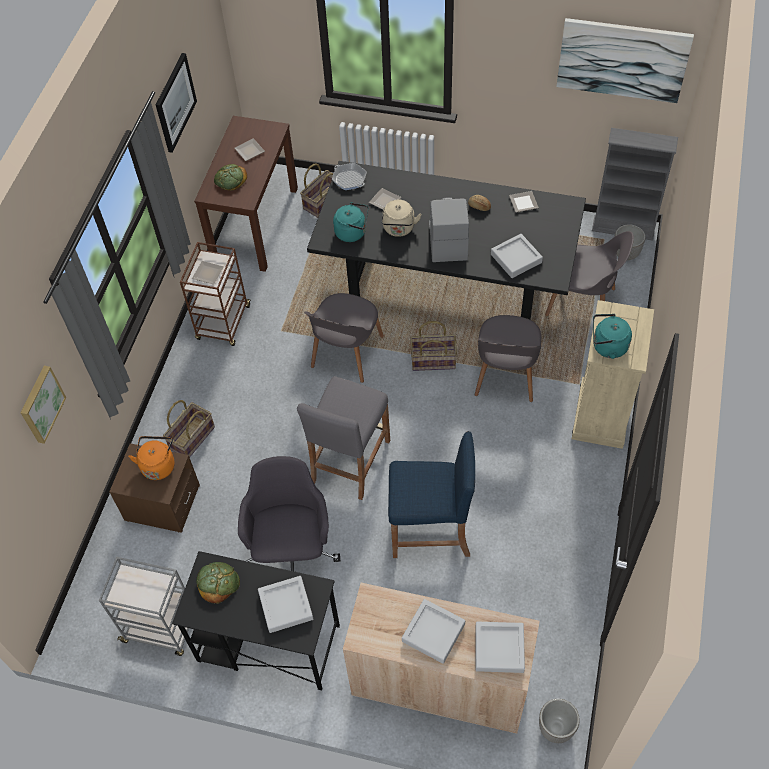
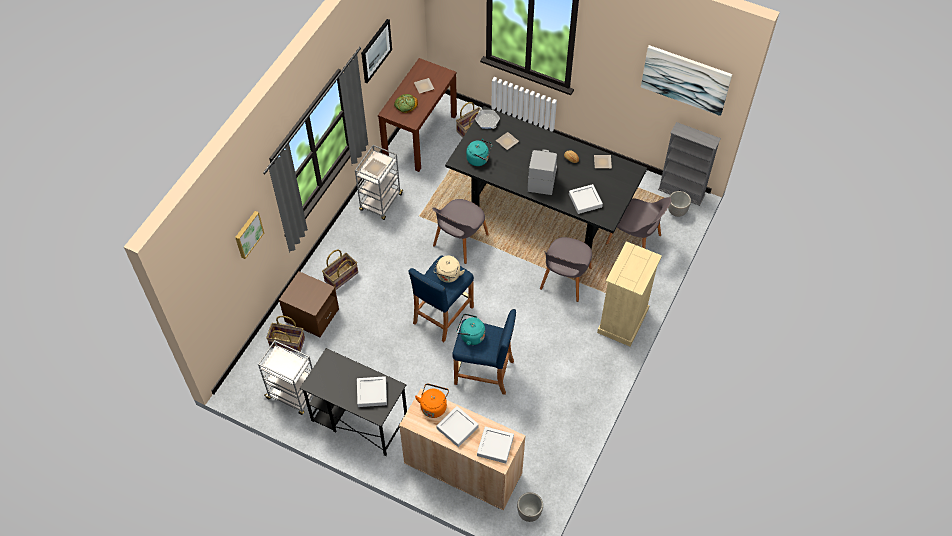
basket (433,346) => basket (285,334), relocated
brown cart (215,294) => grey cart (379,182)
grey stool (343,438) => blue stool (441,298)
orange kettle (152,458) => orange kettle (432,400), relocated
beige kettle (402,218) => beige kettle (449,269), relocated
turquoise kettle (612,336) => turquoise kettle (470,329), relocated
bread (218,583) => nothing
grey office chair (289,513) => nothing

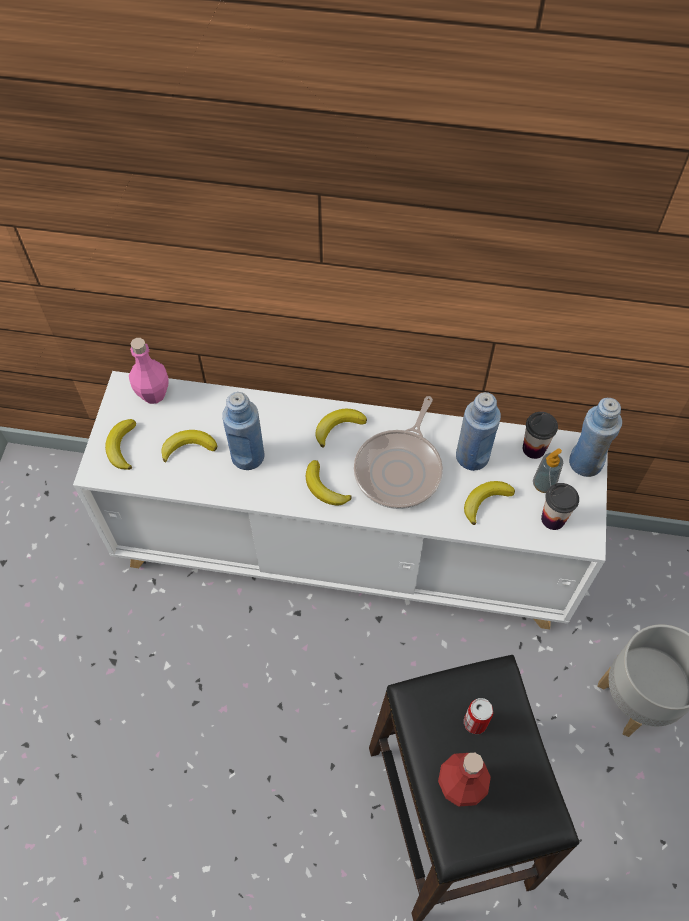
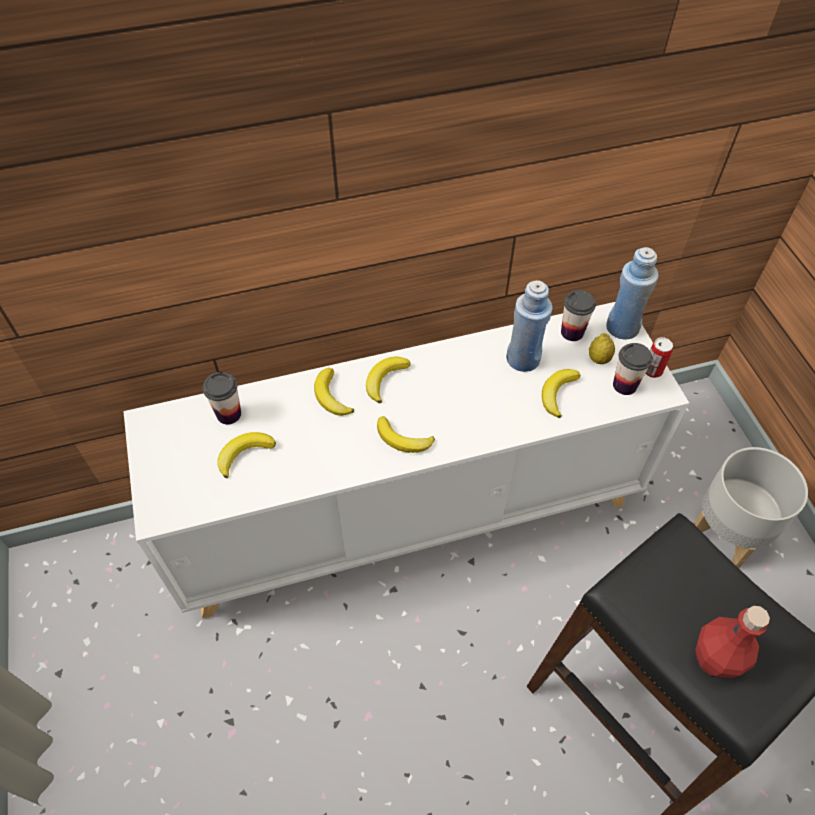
nothing => cup (222,398)
banana (120,444) => banana (334,391), relocated
soap dispenser (548,470) => lemon (602,348)
can (478,716) => can (659,357), relocated
pink bottle (148,371) => nothing
blue bottle (243,431) => nothing
frying pan (398,452) => nothing

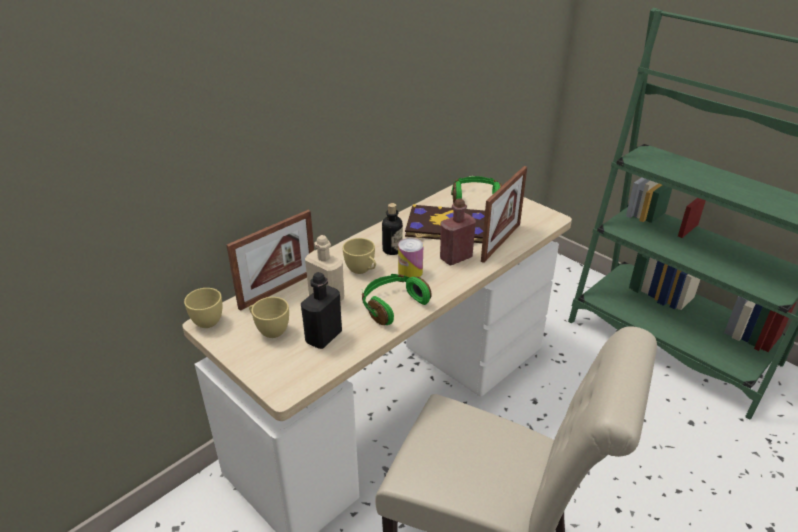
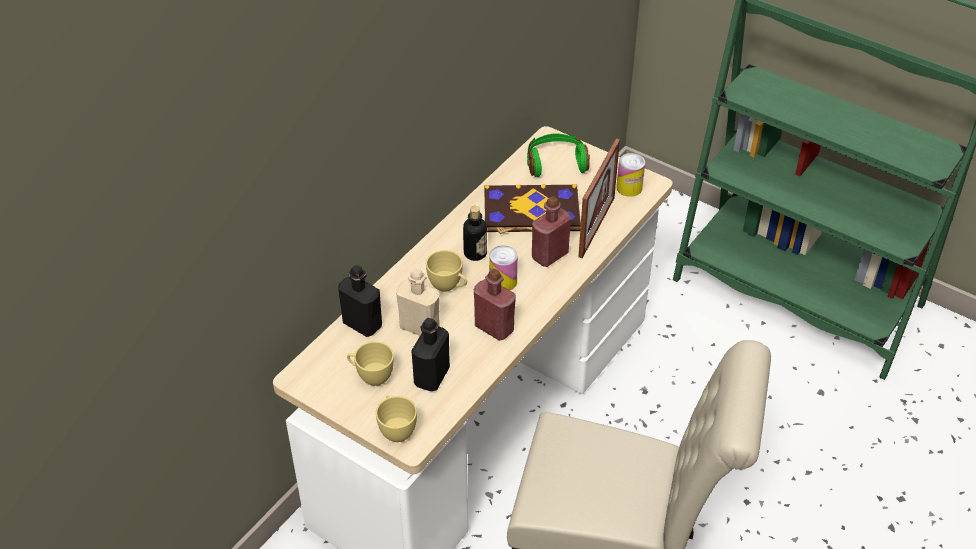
picture frame (270,260) => black bottle (360,301)
yellow cup (203,308) => yellow cup (396,419), relocated
green headphones (397,299) => red bottle (495,305)
nothing => can (630,175)

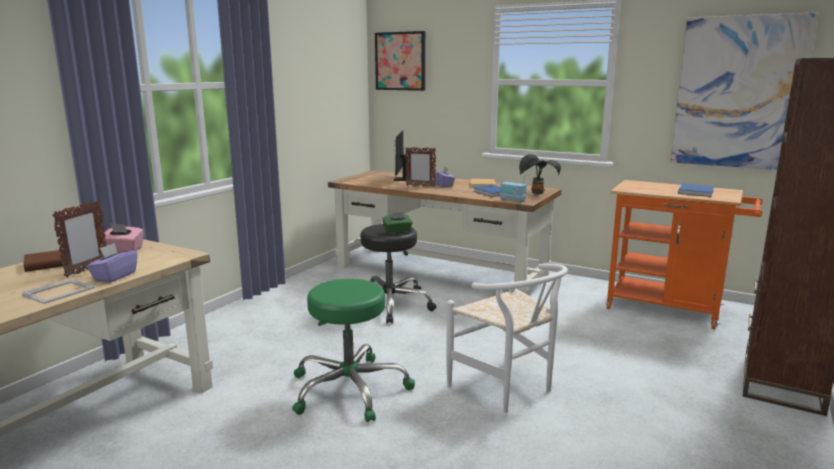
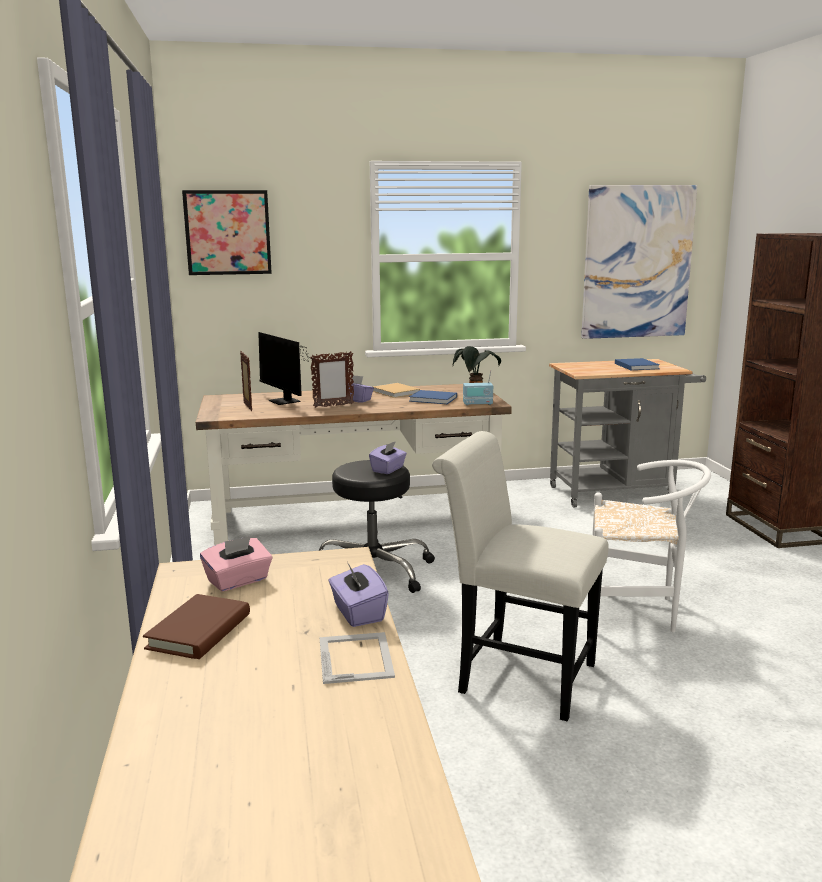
picture frame (79,239) => picture frame (246,381), relocated
green tissue box (397,223) => purple tissue box (388,457)
green stool (353,350) => white chair (520,576)
orange cart (684,254) => grey cart (627,433)

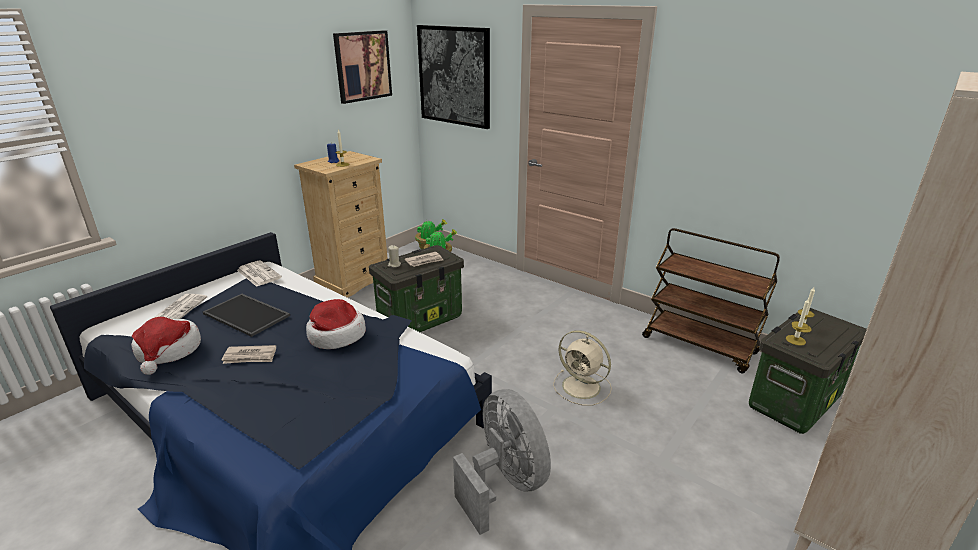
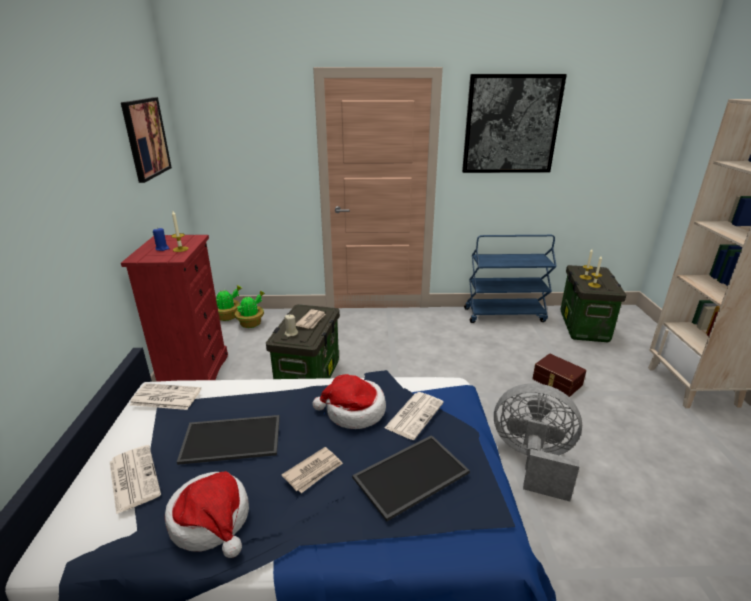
beige dresser (341,224) => red dresser (174,308)
nothing => tray (411,478)
nothing => newspaper (414,416)
picture (453,77) => picture (514,123), relocated
brown cart (711,300) => blue cart (510,279)
nothing => brown storage box (559,375)
beige fan (582,368) => nothing

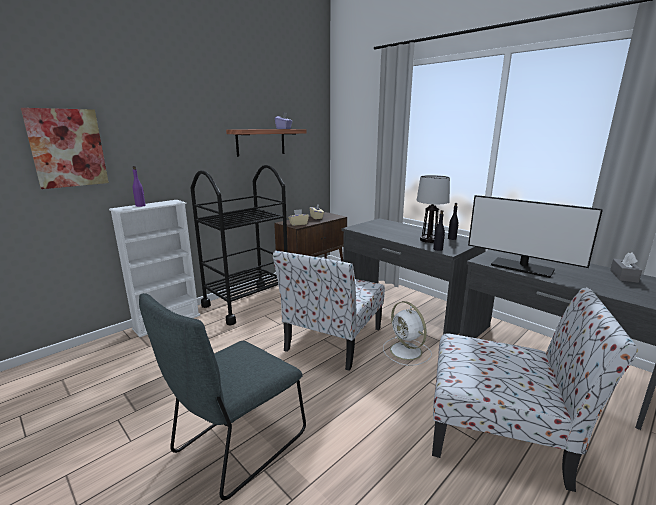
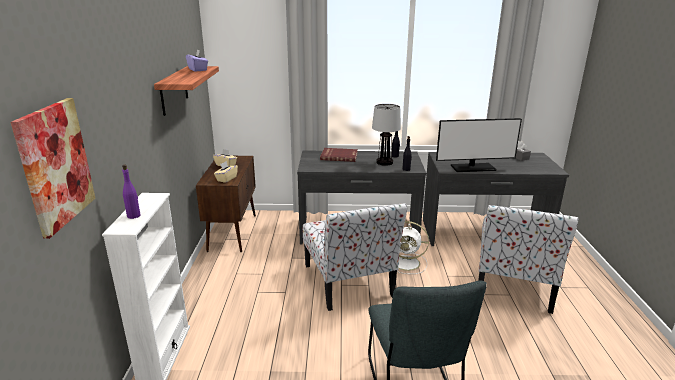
nothing => red book (339,155)
chair (535,390) => chair (528,259), 135 degrees clockwise
black cart (239,245) => nothing

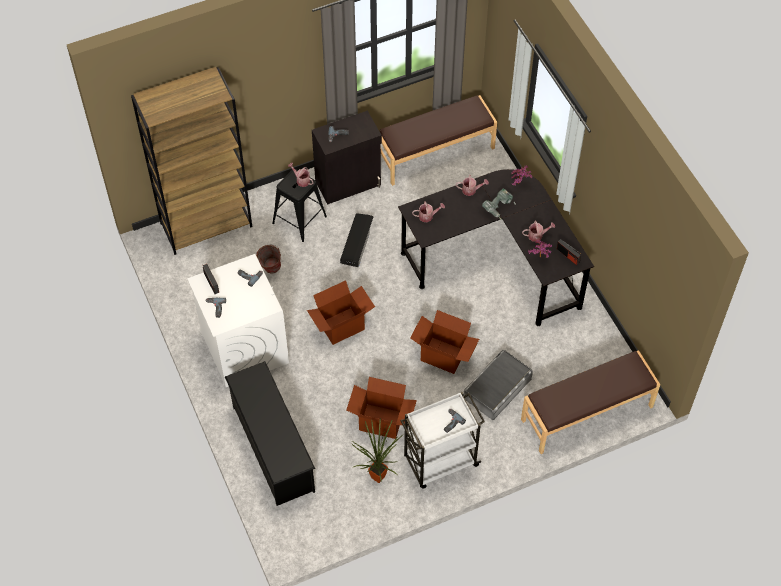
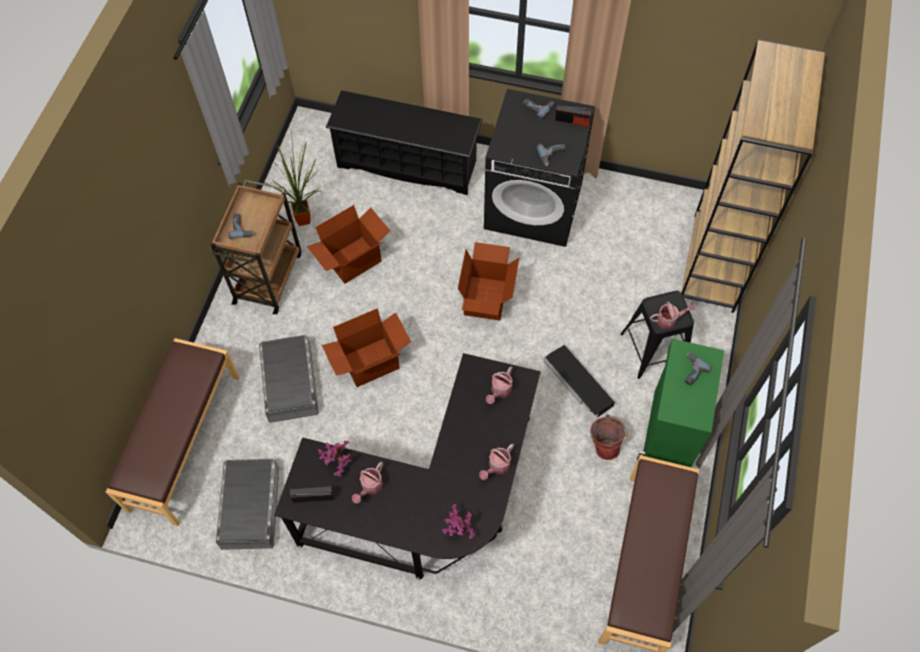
white cart (442,440) => brown cart (255,247)
nothing => grey storage box (247,504)
white washing machine (238,320) => black washing machine (539,168)
bucket (268,259) => bucket (609,437), relocated
black cabinet (347,158) => green cabinet (680,403)
power drill (499,204) => nothing

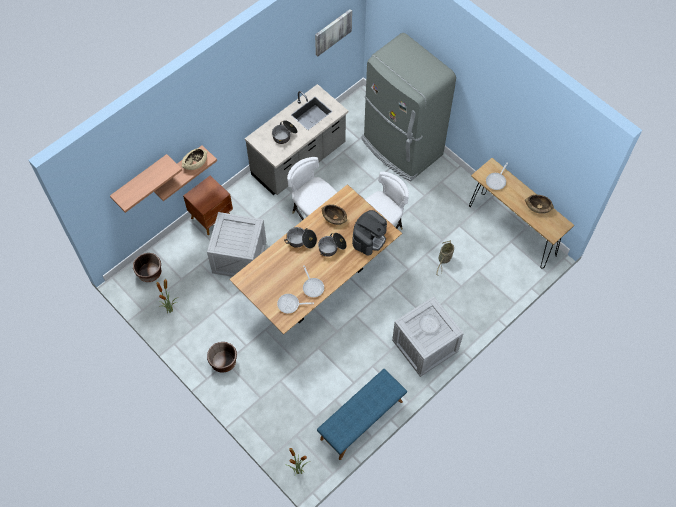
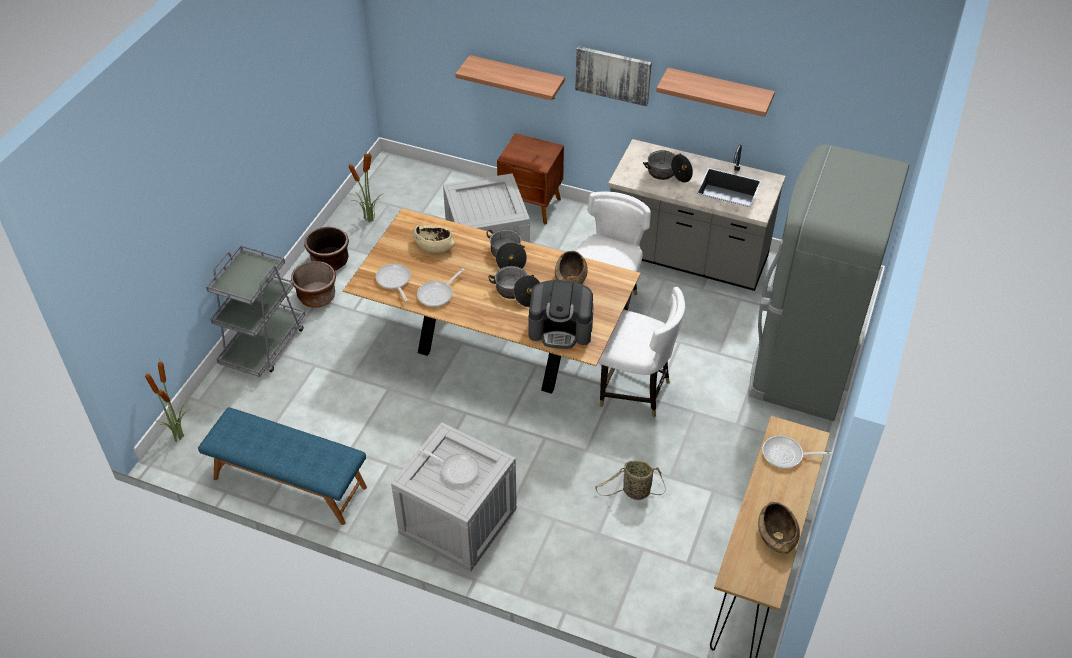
nothing => grey cart (255,311)
brown planter (147,267) => brown planter (326,248), relocated
beige bowl (194,159) => beige bowl (433,239), relocated
picture (333,32) => picture (613,76), relocated
shelf (146,183) => shelf (715,92), relocated

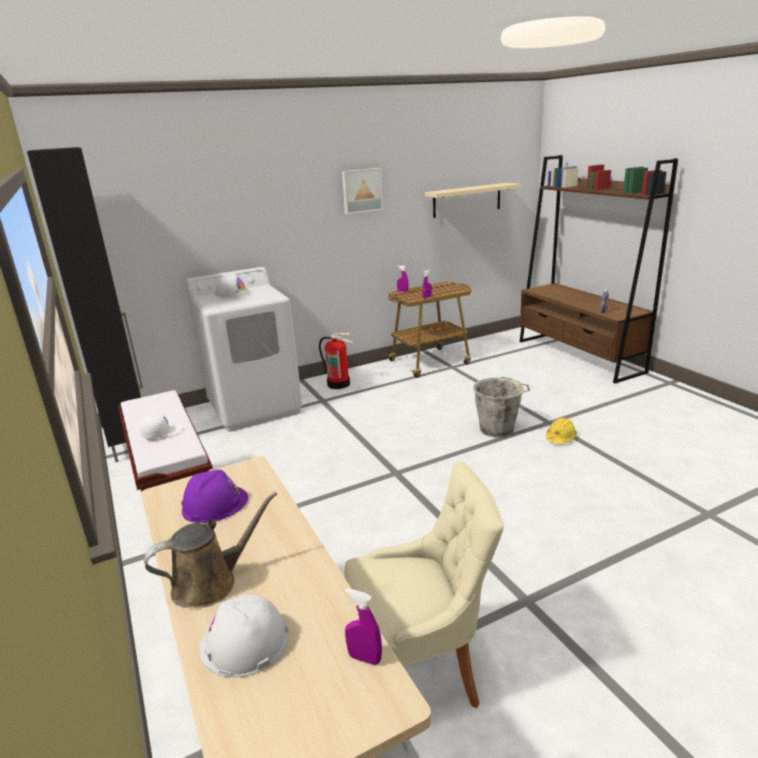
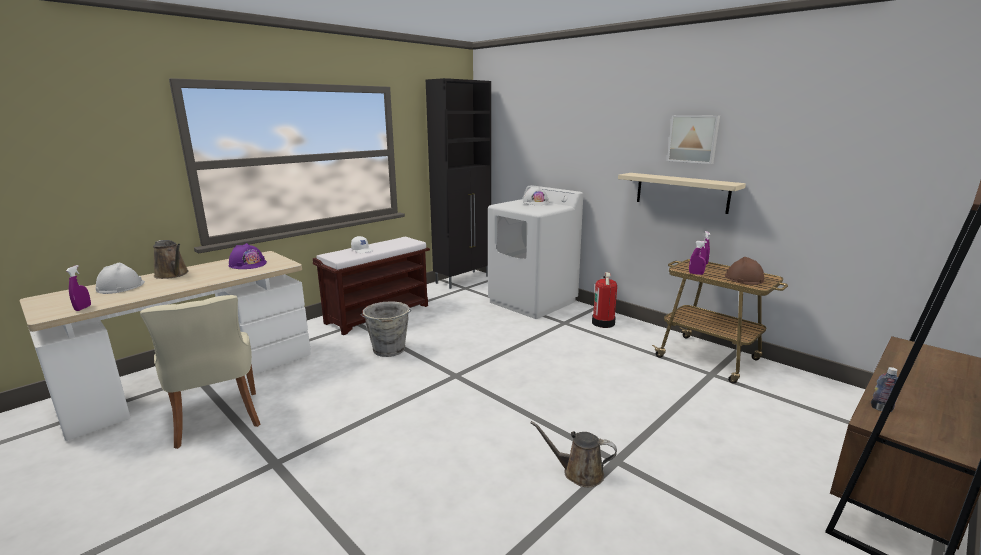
grey bucket (501,407) => grey bucket (386,329), relocated
yellow hard hat (561,431) => brown watering can (574,454)
beige shelf (473,200) => beige shelf (682,193), relocated
nothing => brown hard hat (744,271)

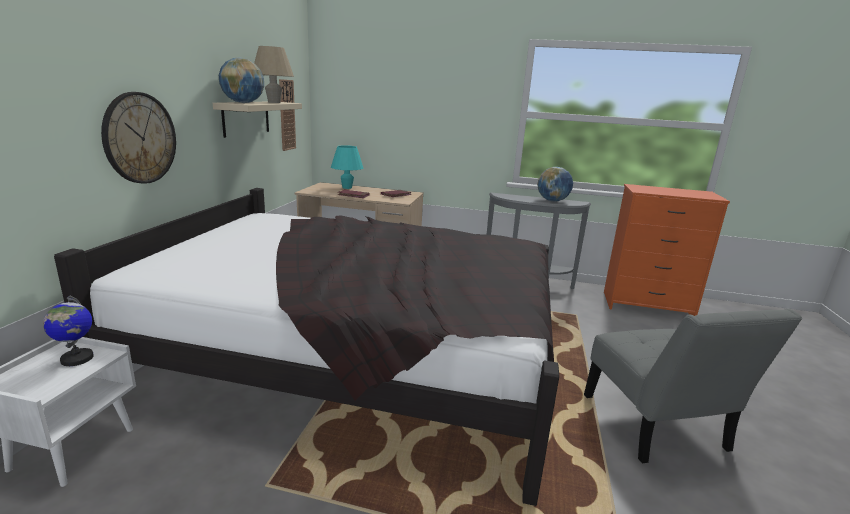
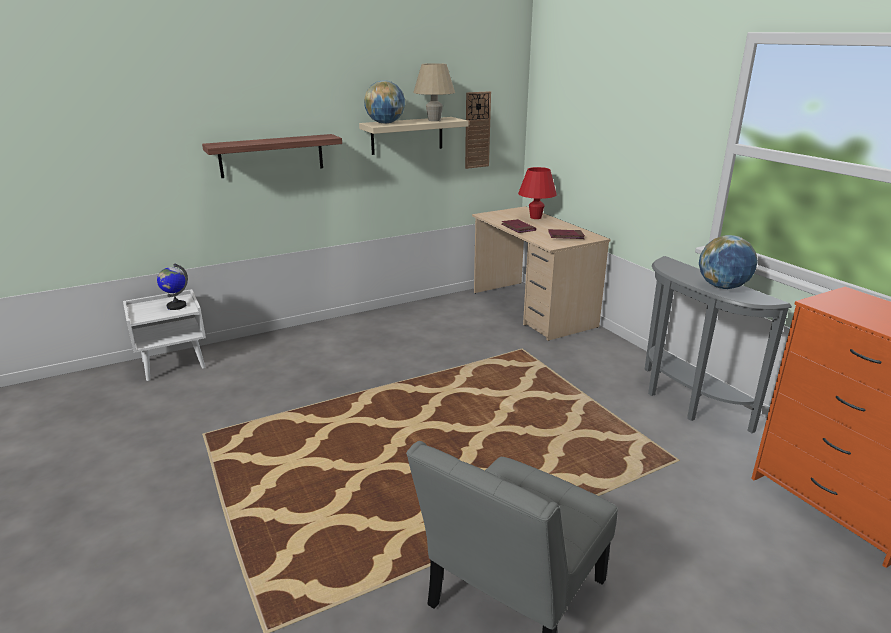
wall clock (138,138) => shelf (272,156)
turquoise table lamp (347,167) => red table lamp (537,193)
black bed (306,347) => nothing

